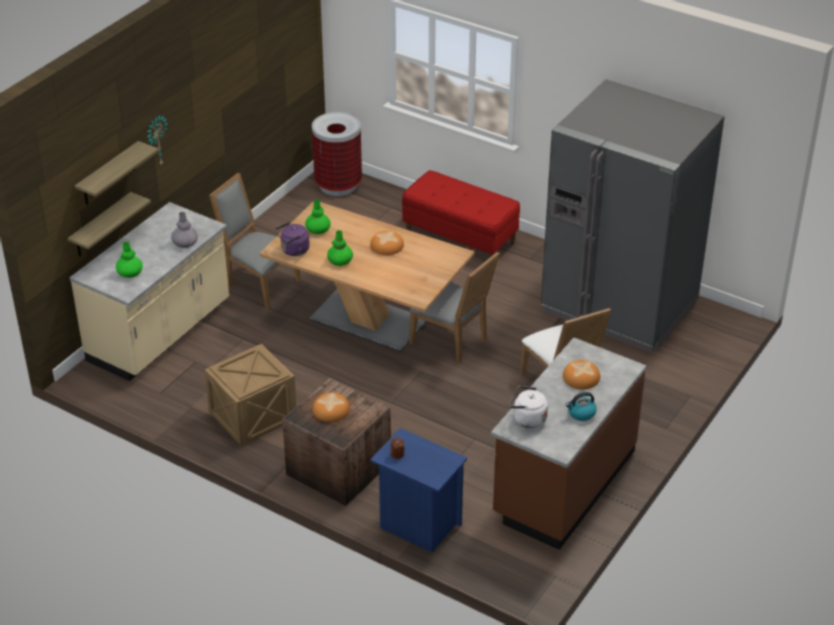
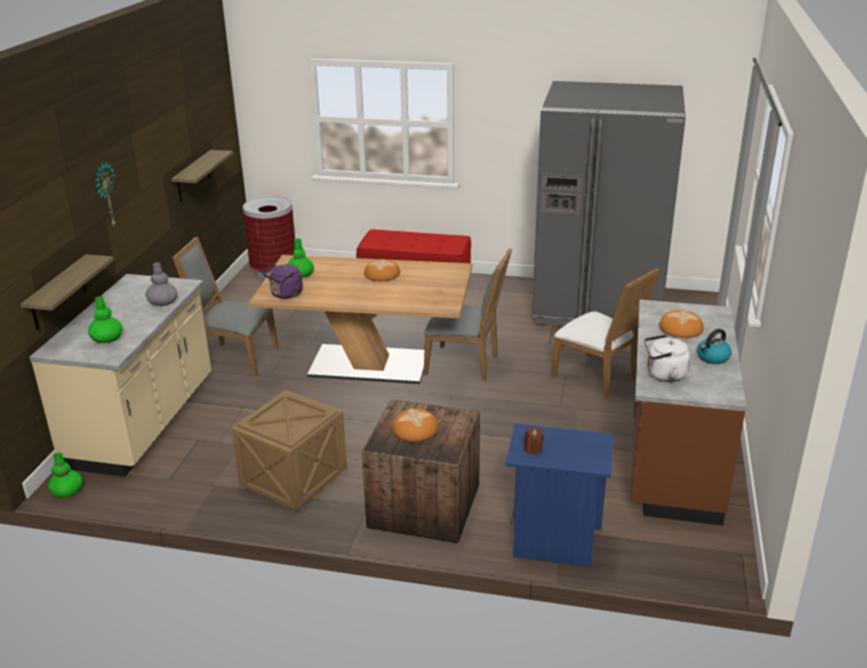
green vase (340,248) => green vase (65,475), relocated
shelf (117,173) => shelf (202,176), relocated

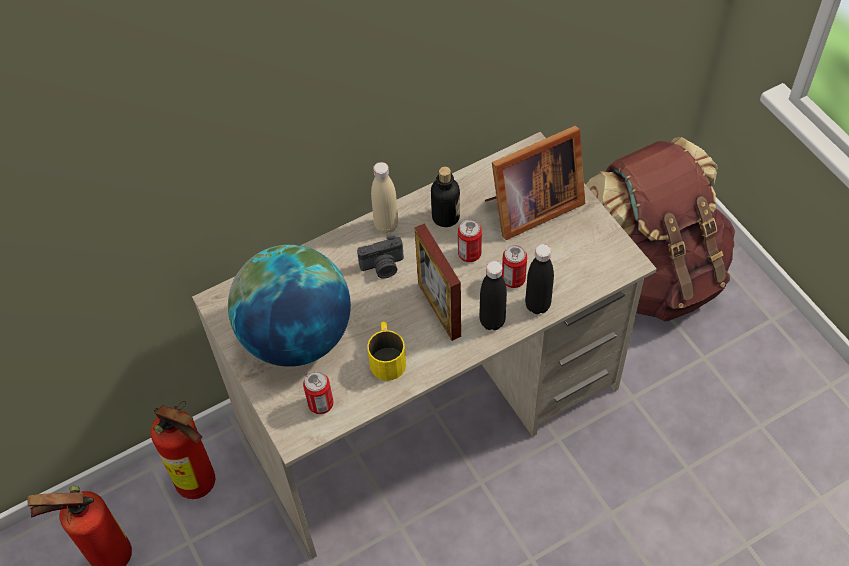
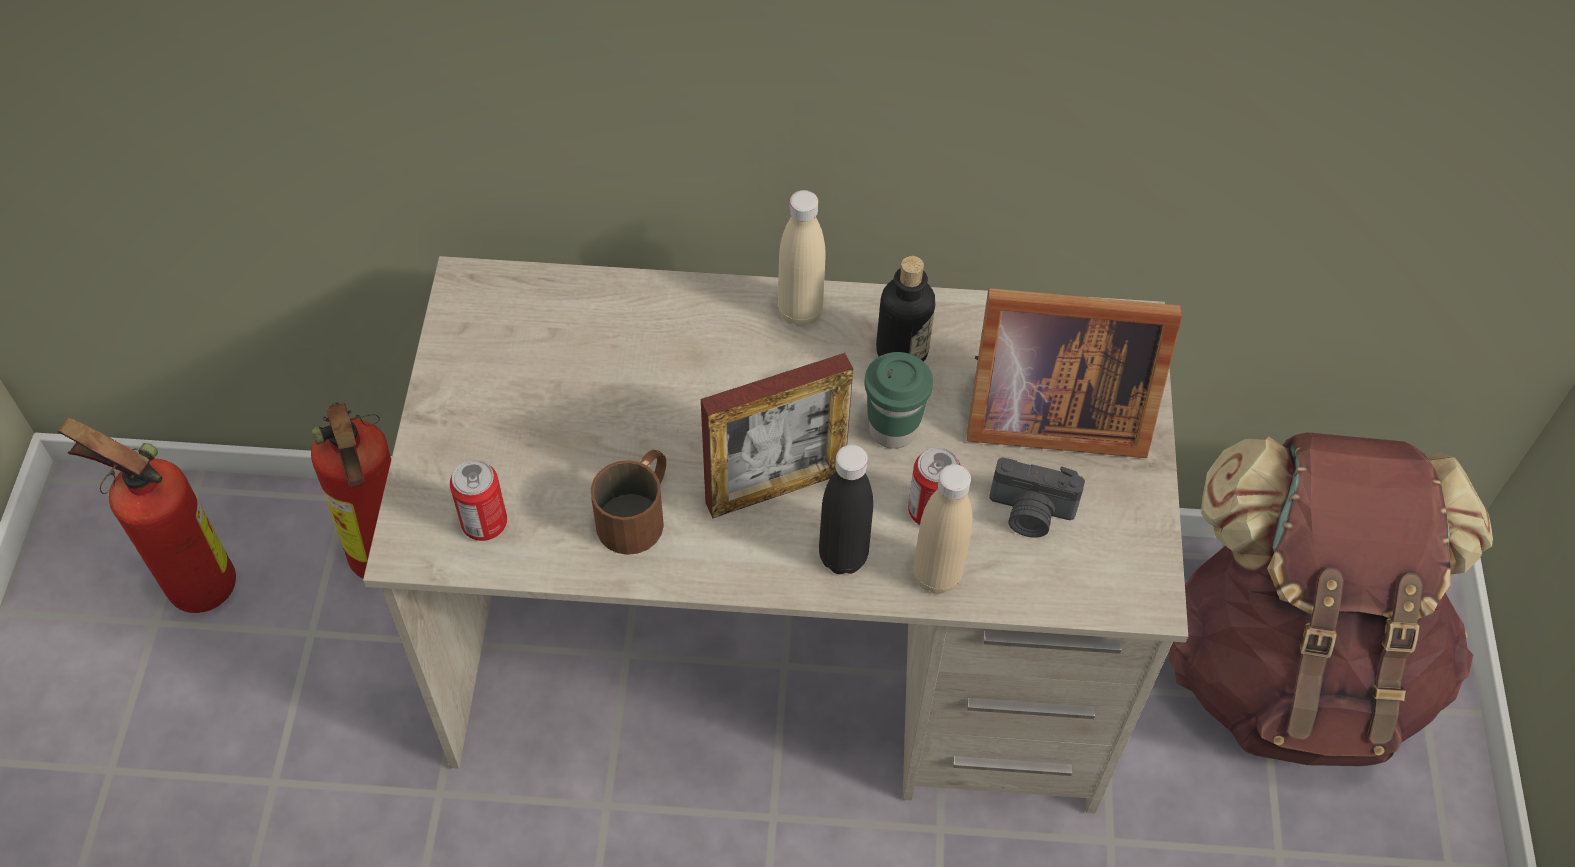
yellow mug (386,351) => brown mug (628,502)
picture frame (438,282) => picture frame (777,436), 120 degrees counterclockwise
can (470,241) => green cup (899,400)
black bottle (539,279) => beige bottle (943,529)
photo camera (380,257) => photo camera (1037,497), relocated
globe (289,306) => nothing

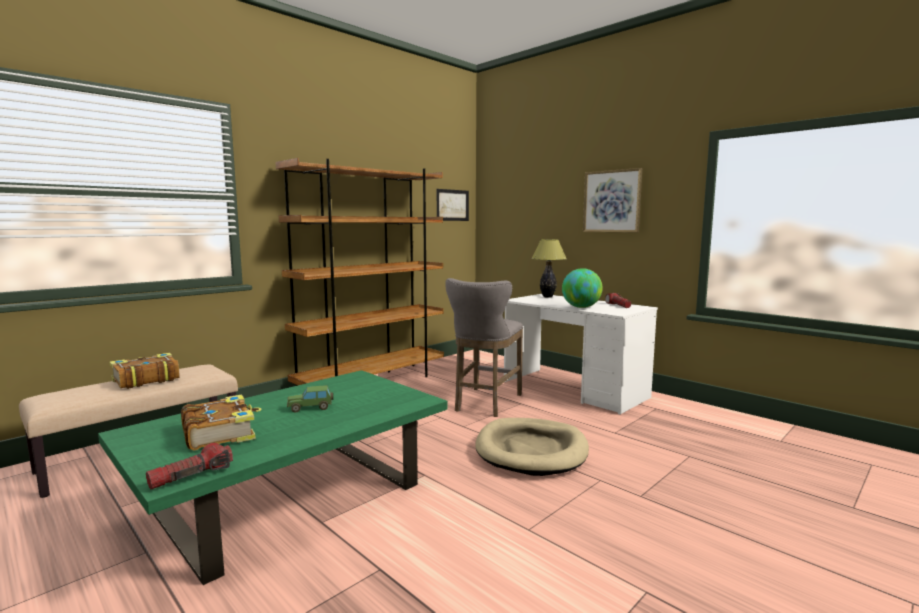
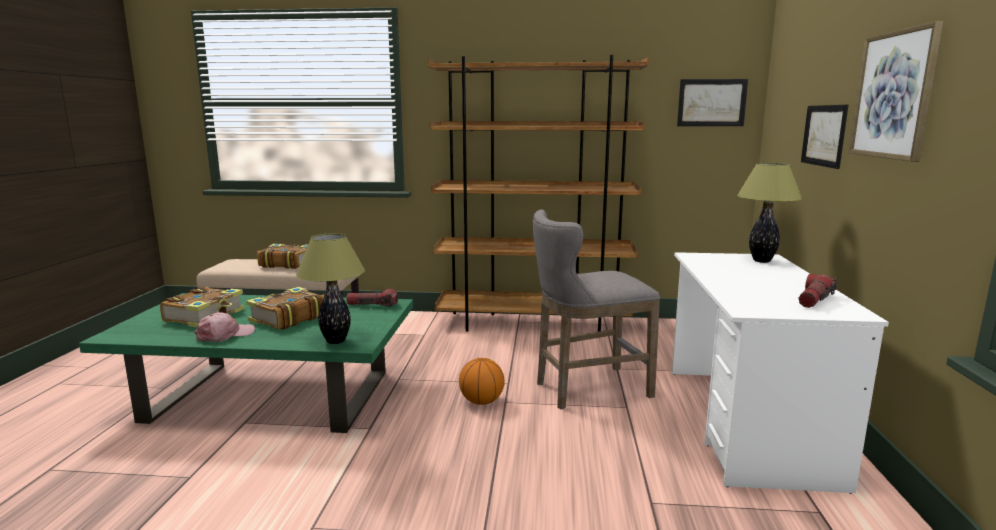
nothing => pink cap (224,327)
toy car (310,398) => book (285,308)
nothing => table lamp (330,288)
flashlight (189,466) => flashlight (372,298), relocated
nothing => basketball (482,381)
nothing => picture (825,137)
beige dog bed (532,447) => nothing
globe (582,288) => nothing

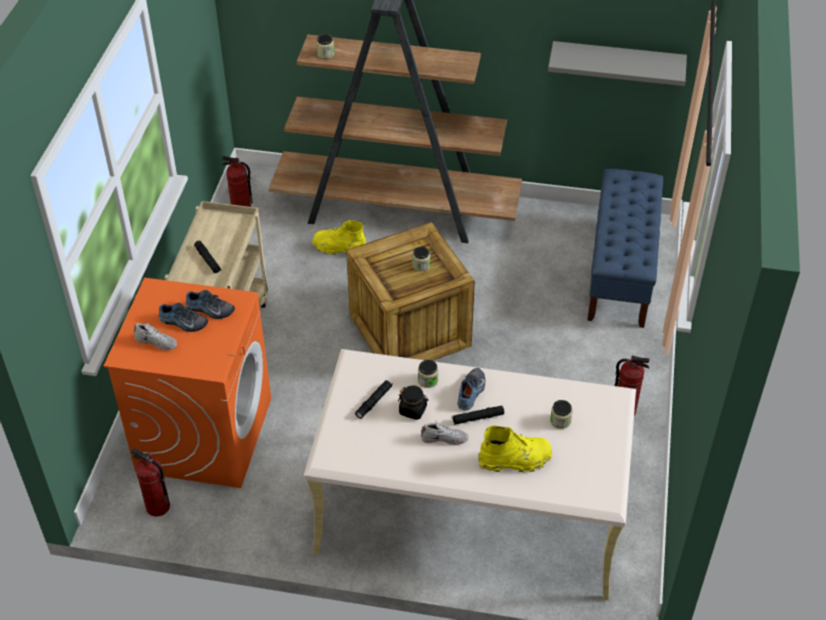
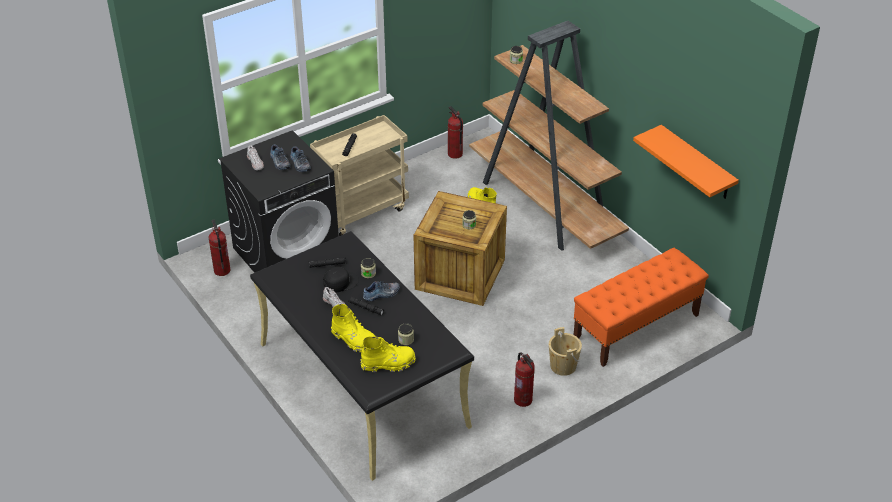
orange washing machine (187,383) => black washing machine (279,201)
beige desk (470,474) => black desk (362,356)
black jar (413,402) => black cap (341,279)
nothing => yellow boot (388,354)
nothing => beige bucket (565,351)
blue bench (625,248) => orange bench (641,307)
grey shelf (617,63) => orange shelf (686,162)

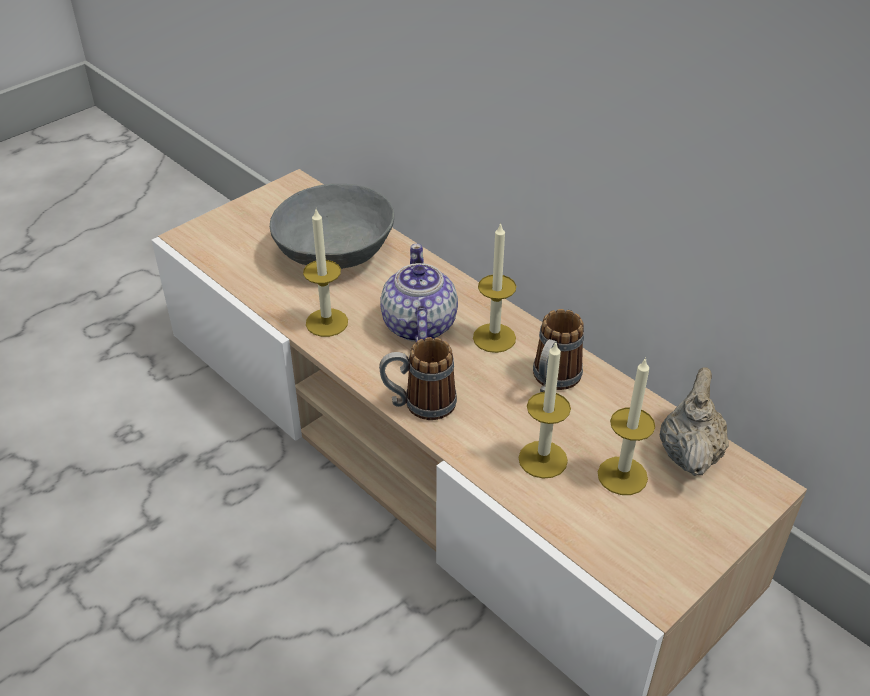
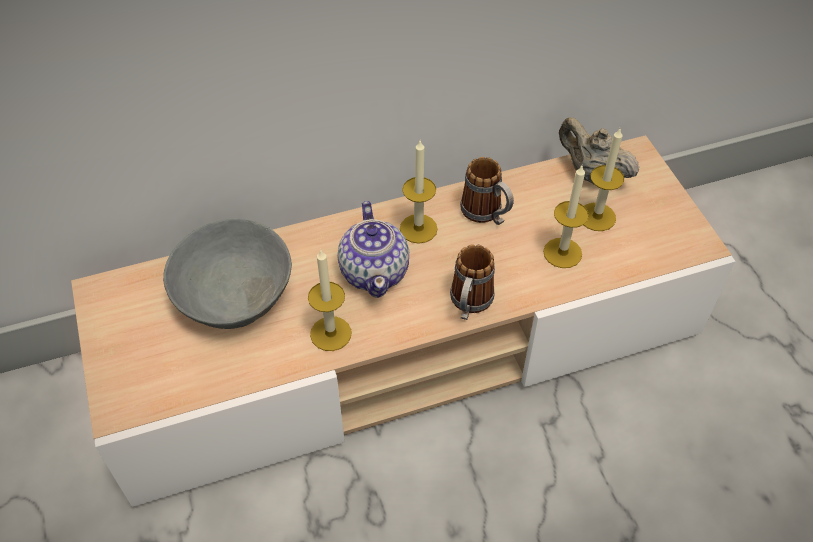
teapot (419,293) => teapot (373,249), 120 degrees counterclockwise

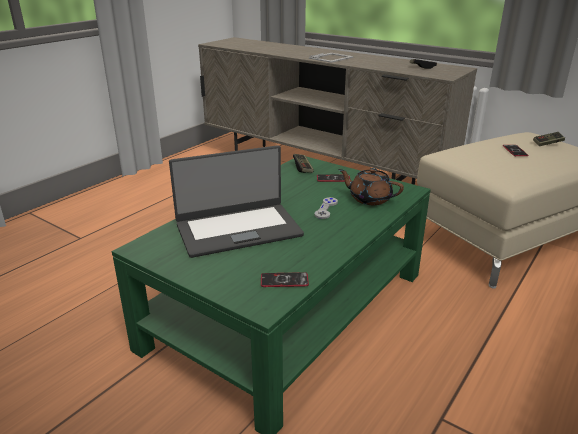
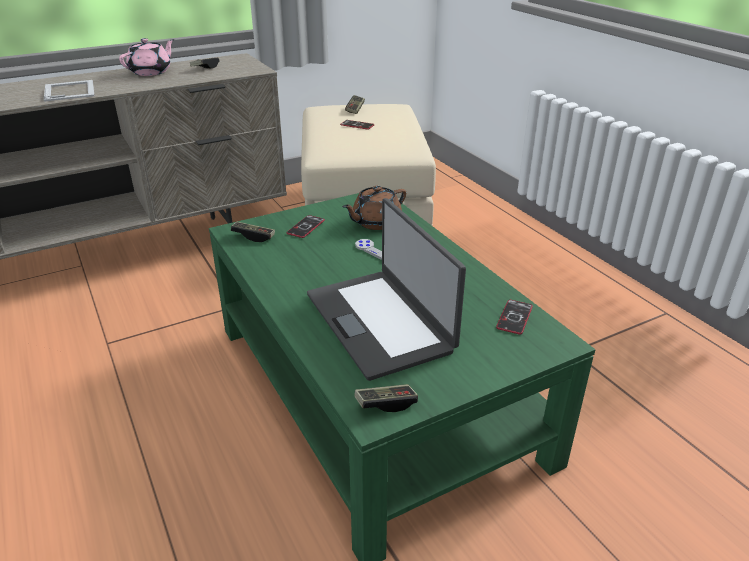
nothing => pink teapot (146,57)
laptop (236,201) => laptop (386,289), 150 degrees clockwise
nothing => game controller (386,398)

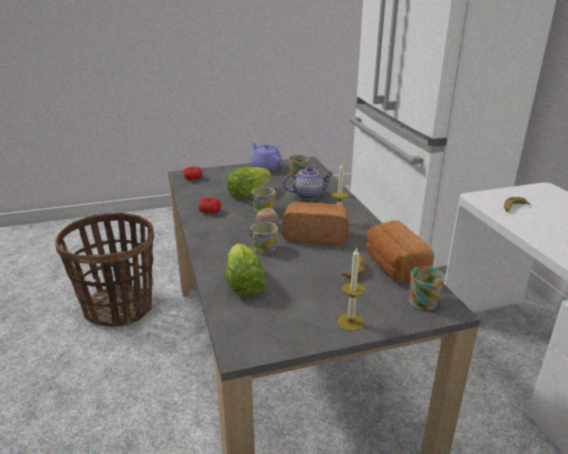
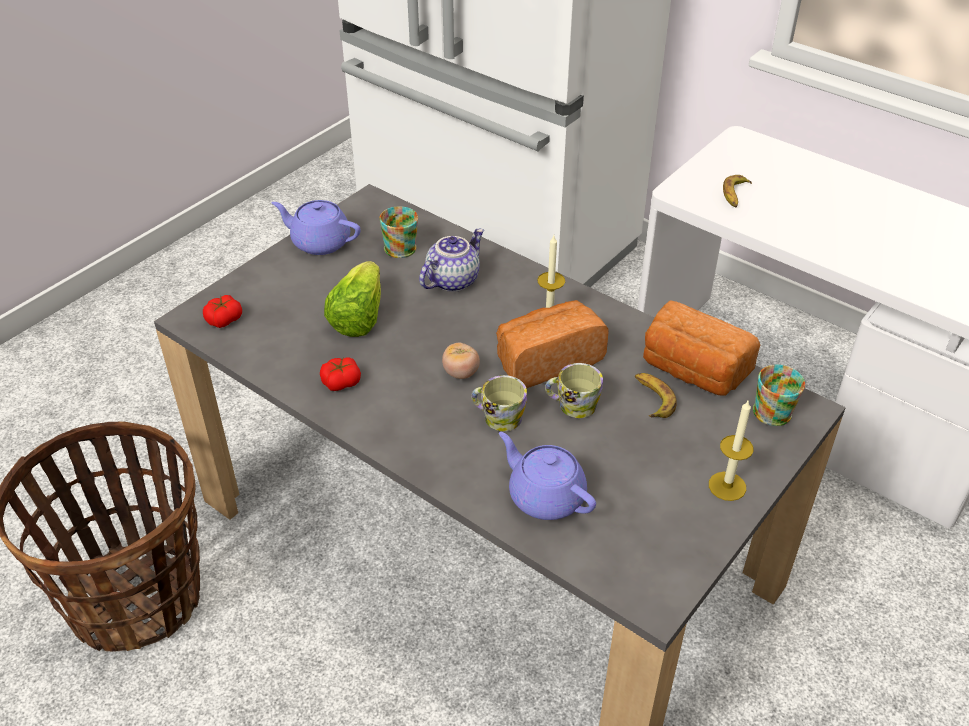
lettuce (245,270) => purple teapot (547,476)
mug (264,200) => mug (574,390), relocated

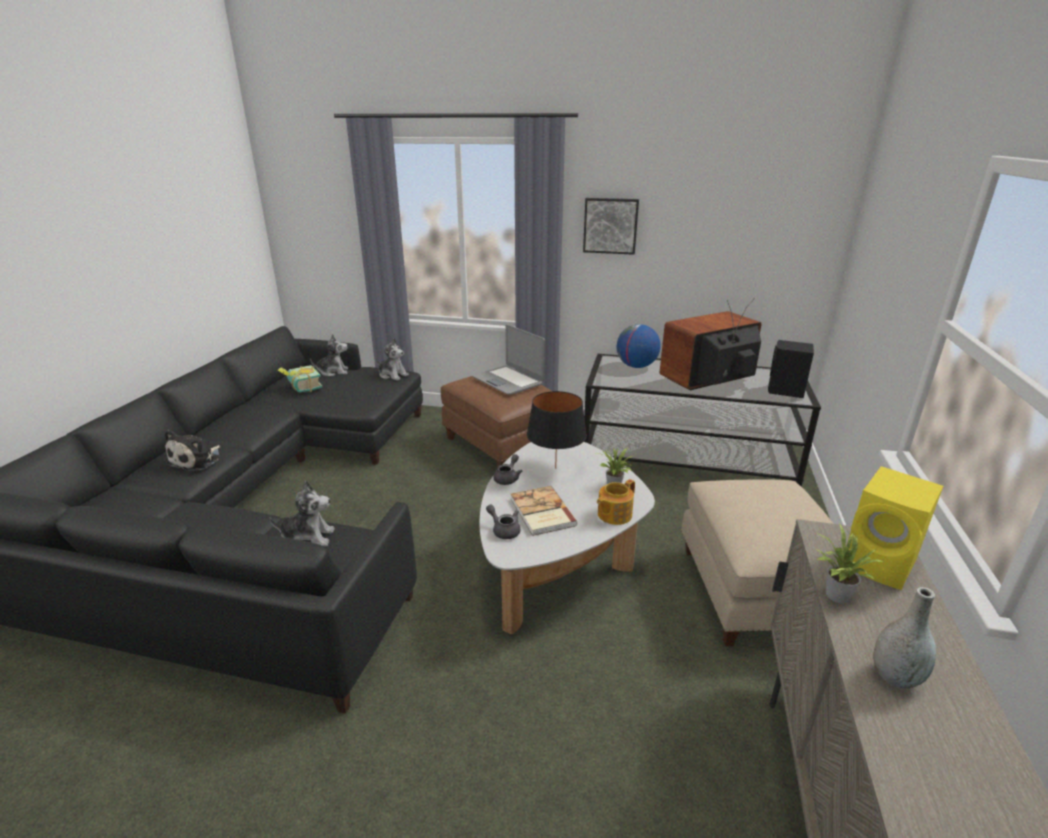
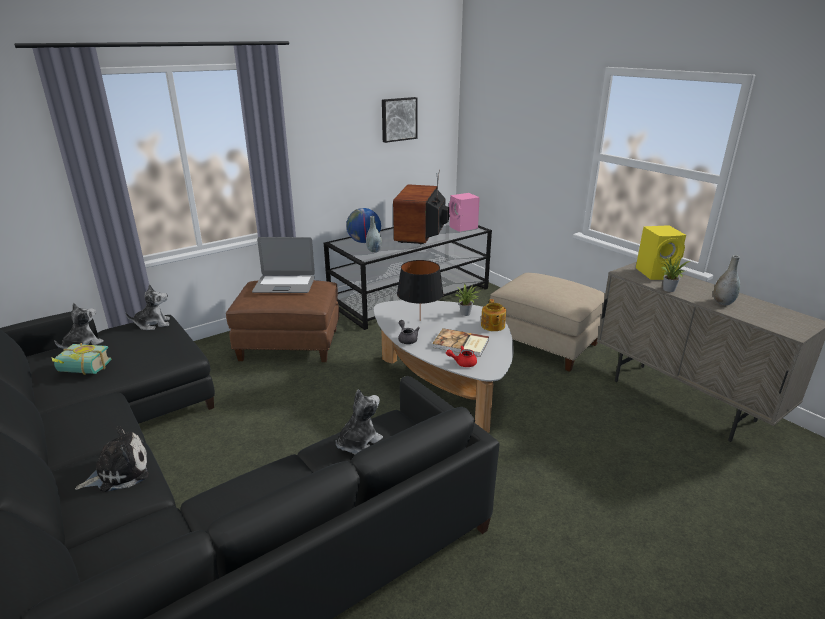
plush toy (192,451) => plush toy (112,459), 90 degrees counterclockwise
nothing => grey vase (374,234)
picture (611,226) => picture (400,120), relocated
grey teapot (503,522) => red teapot (461,356)
black speaker (791,369) => pink speaker (464,212)

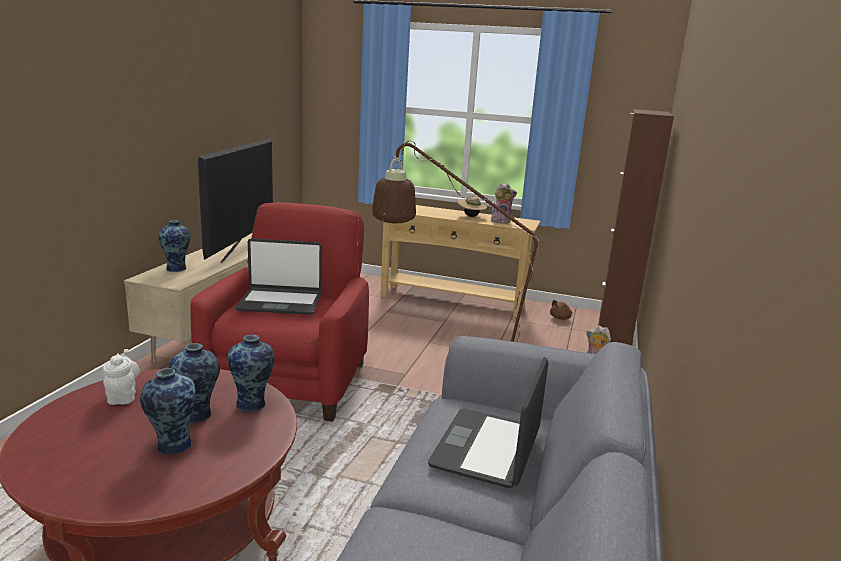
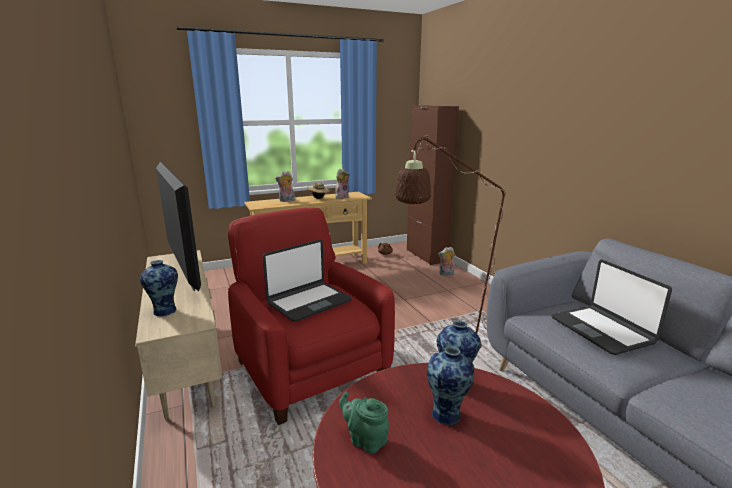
nothing => plush toy (285,186)
white teapot (121,377) => green teapot (364,423)
vase (167,411) => nothing

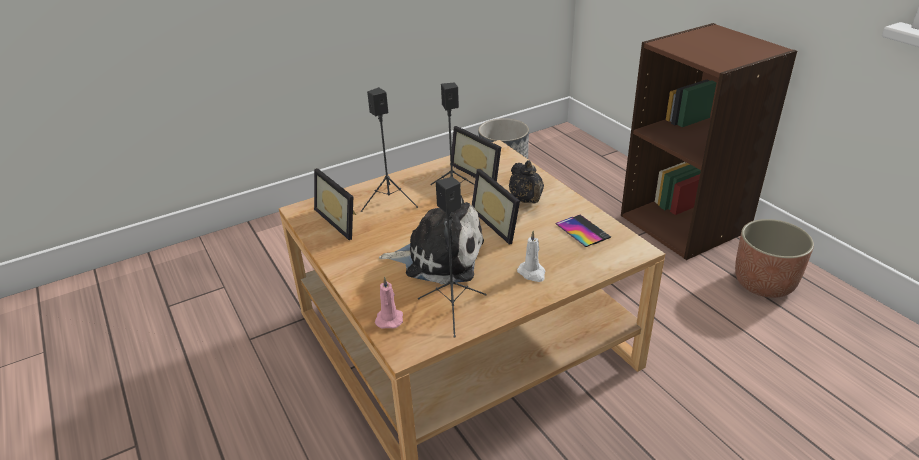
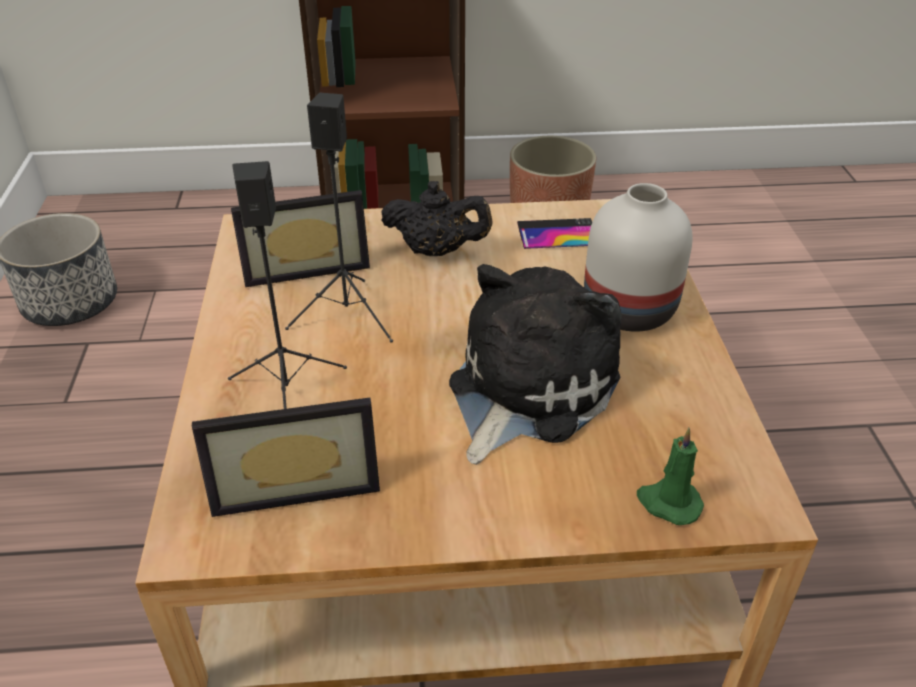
white candle (531,256) => white vase (638,257)
pink candle (389,302) => green candle (670,476)
black speaker (452,257) => nothing
picture frame (496,207) => nothing

